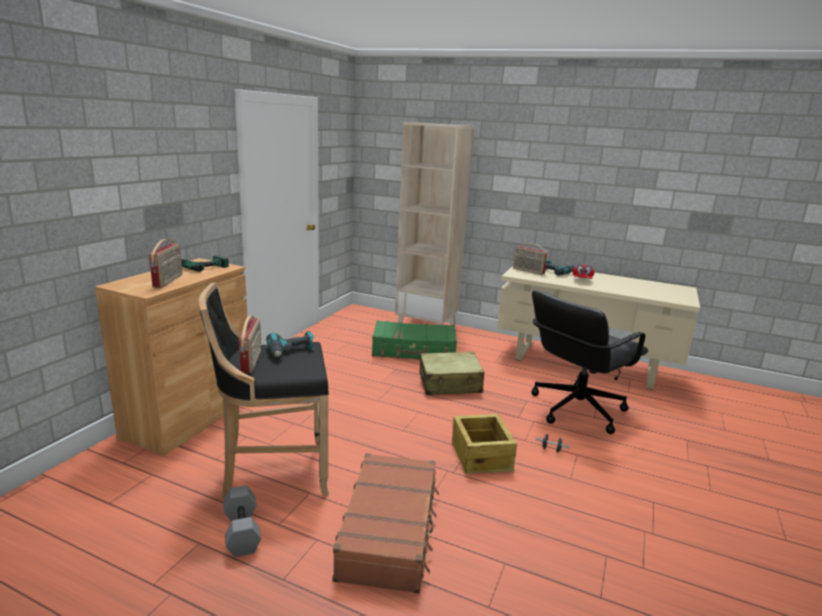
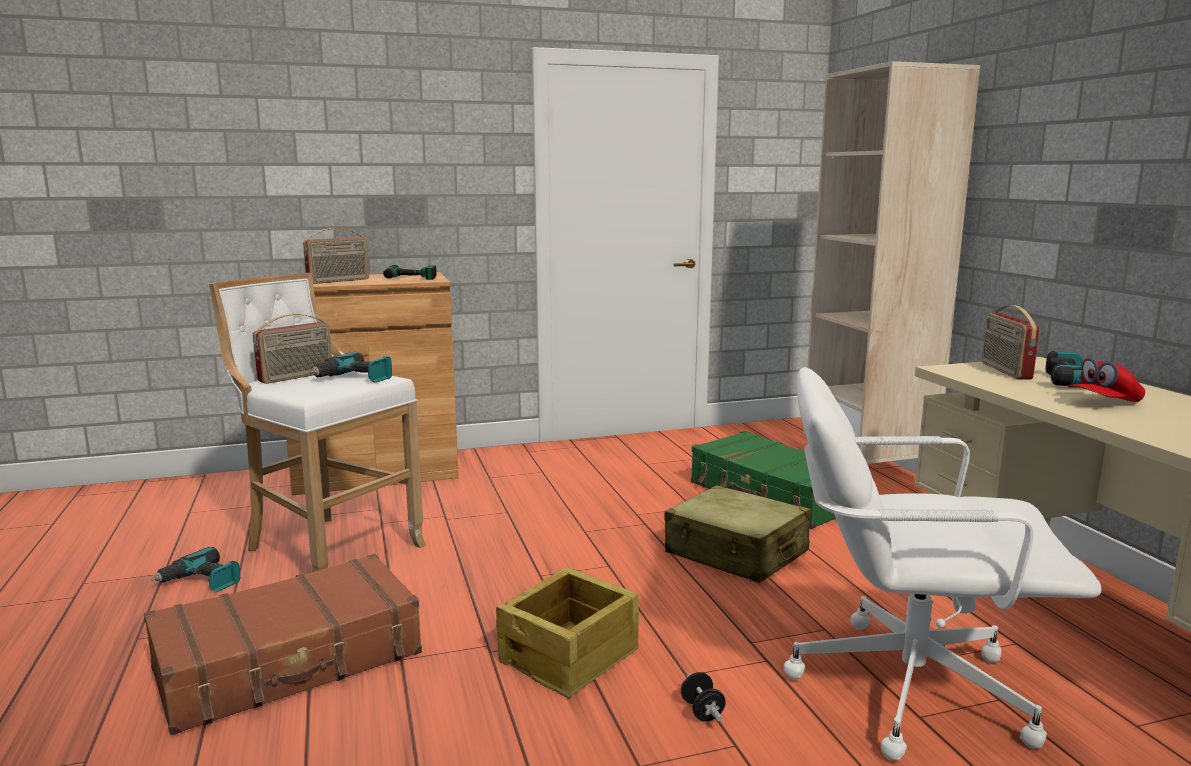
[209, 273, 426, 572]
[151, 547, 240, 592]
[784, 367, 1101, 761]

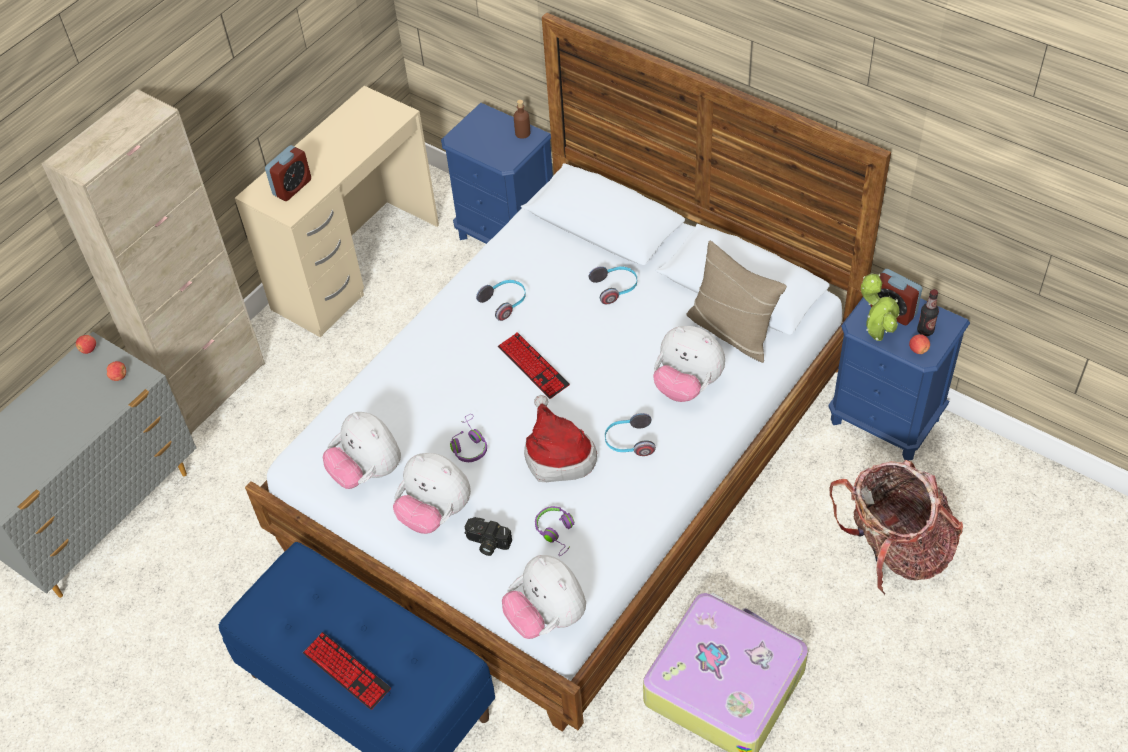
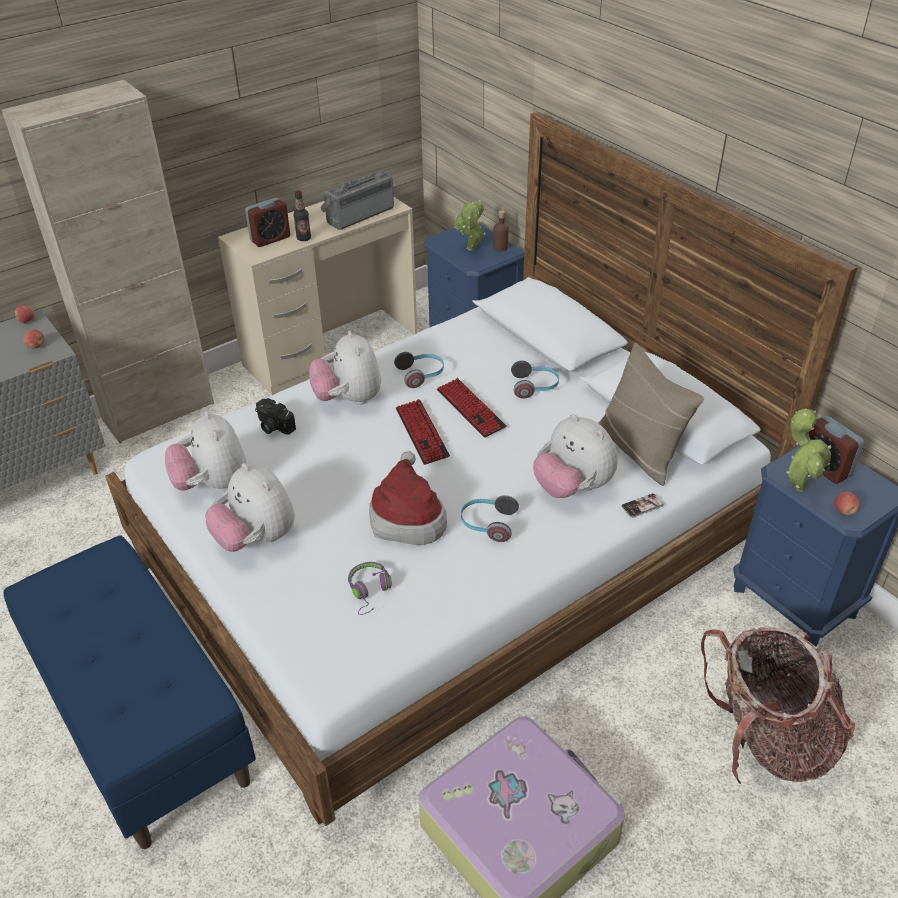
[437, 378, 506, 438]
[450, 414, 487, 462] (first image)
[255, 398, 296, 435]
[309, 331, 381, 405]
[294, 191, 311, 241]
[320, 170, 394, 230]
[454, 200, 485, 251]
[621, 493, 664, 518]

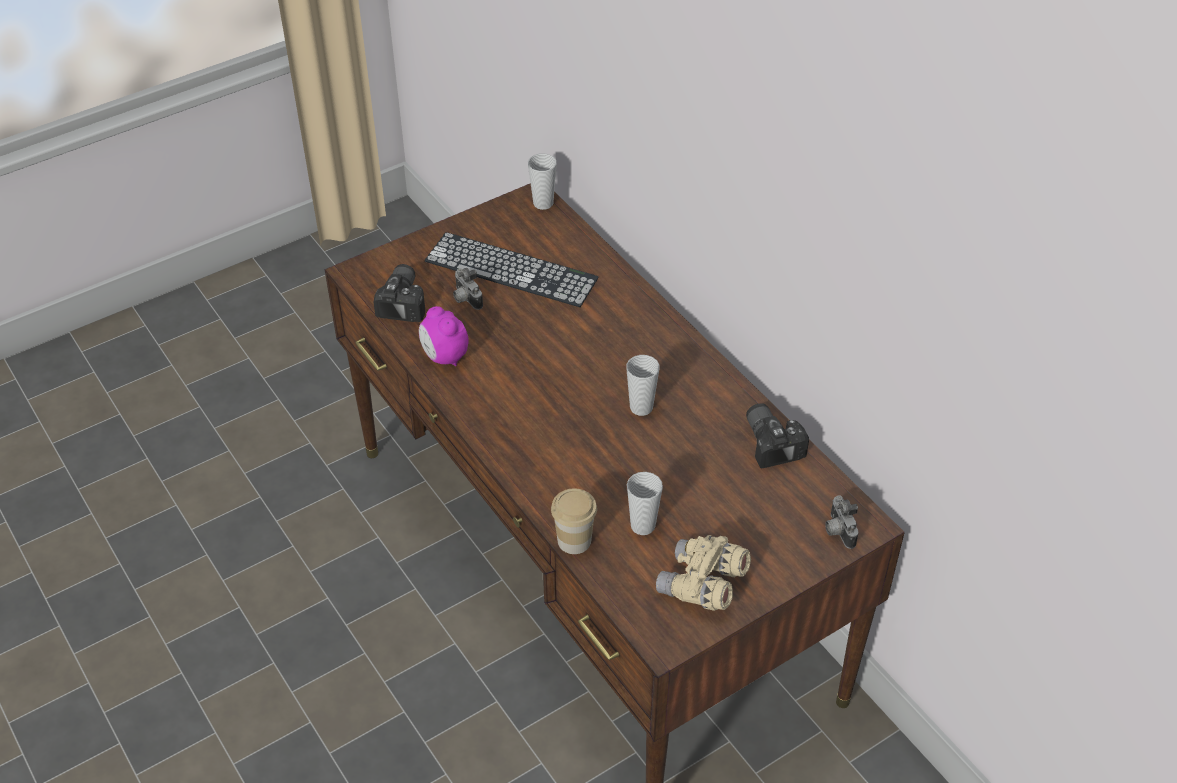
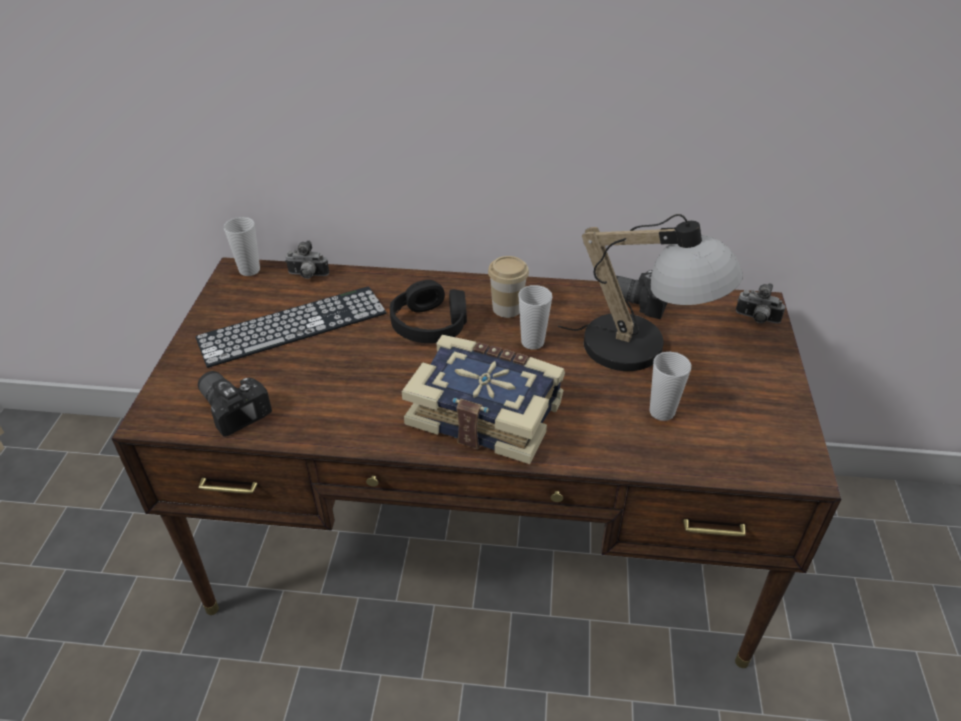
[419, 306, 469, 366] (first image)
[285, 240, 329, 279]
[488, 256, 529, 318]
[656, 535, 751, 611] (first image)
[390, 280, 467, 343]
[402, 335, 565, 464]
[558, 214, 743, 371]

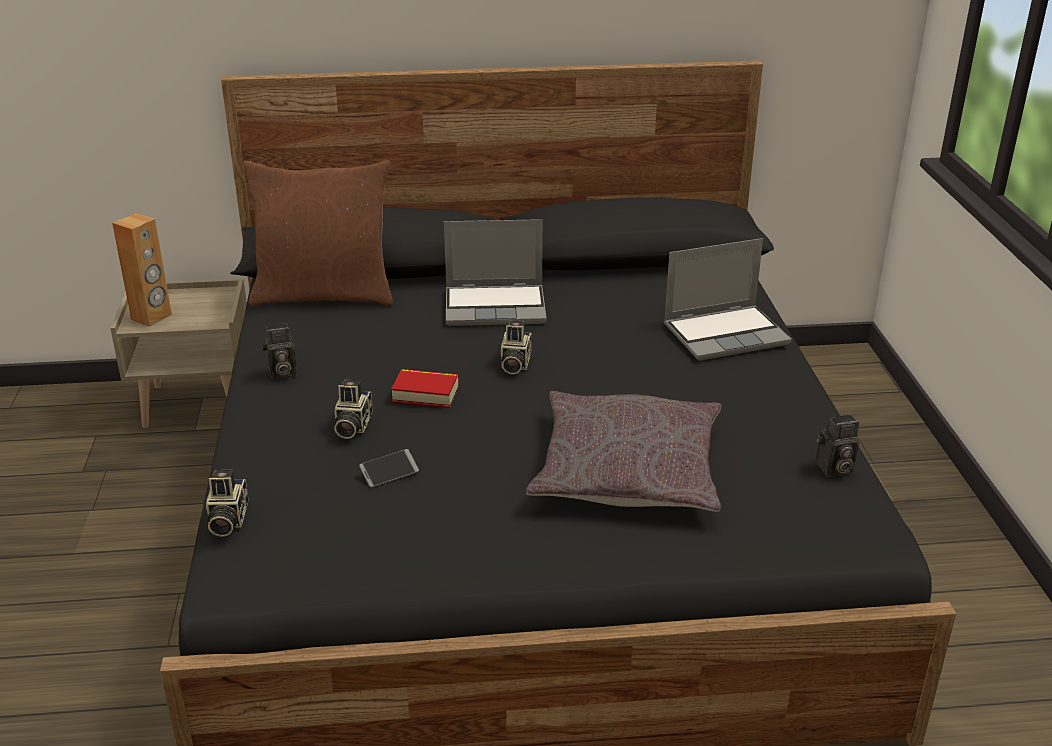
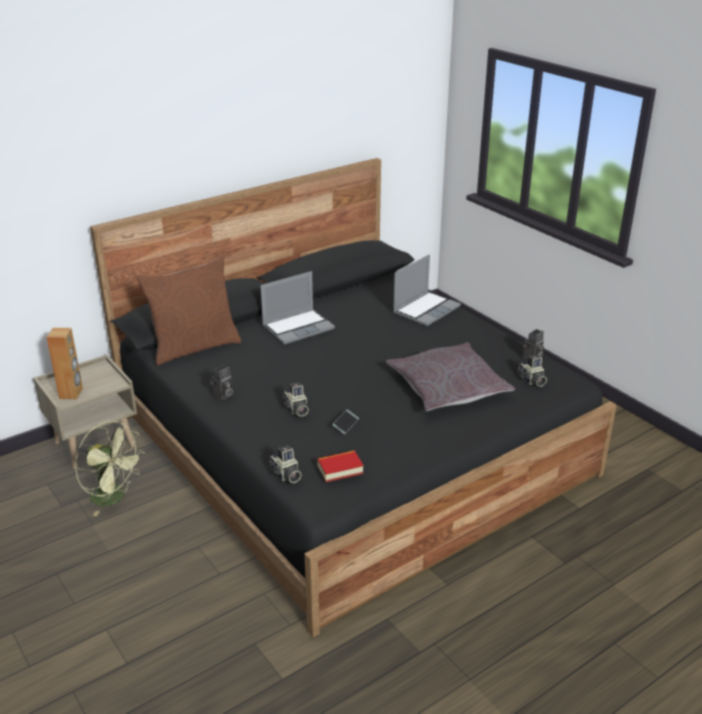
[317, 450, 363, 482]
[518, 355, 547, 387]
[75, 421, 144, 516]

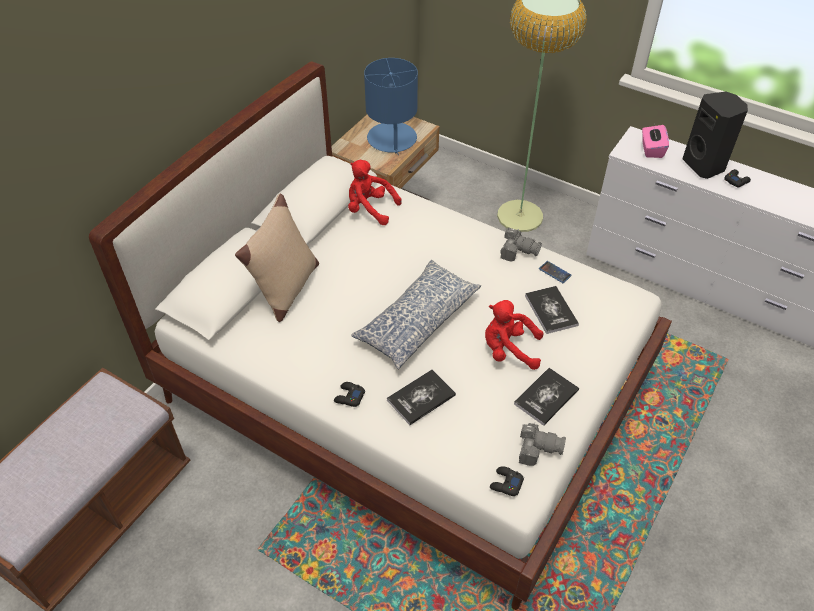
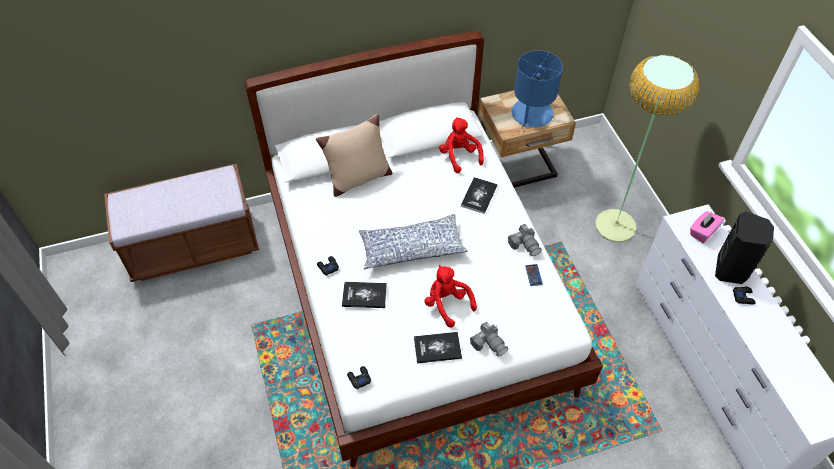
[470, 322, 508, 356]
[461, 177, 497, 214]

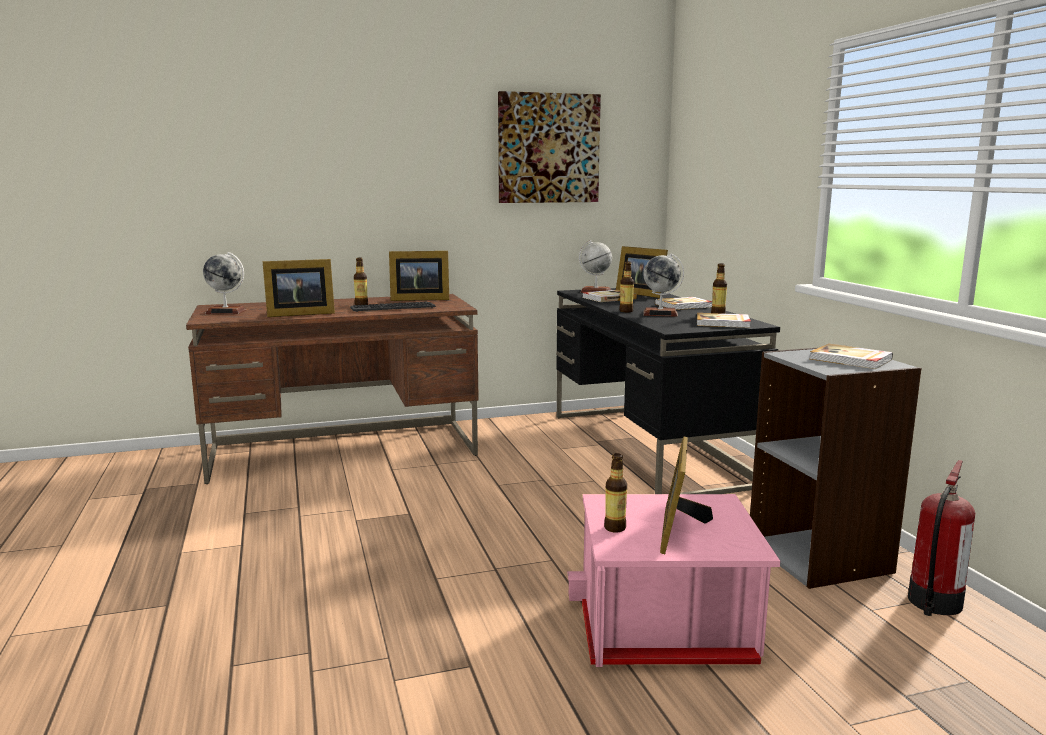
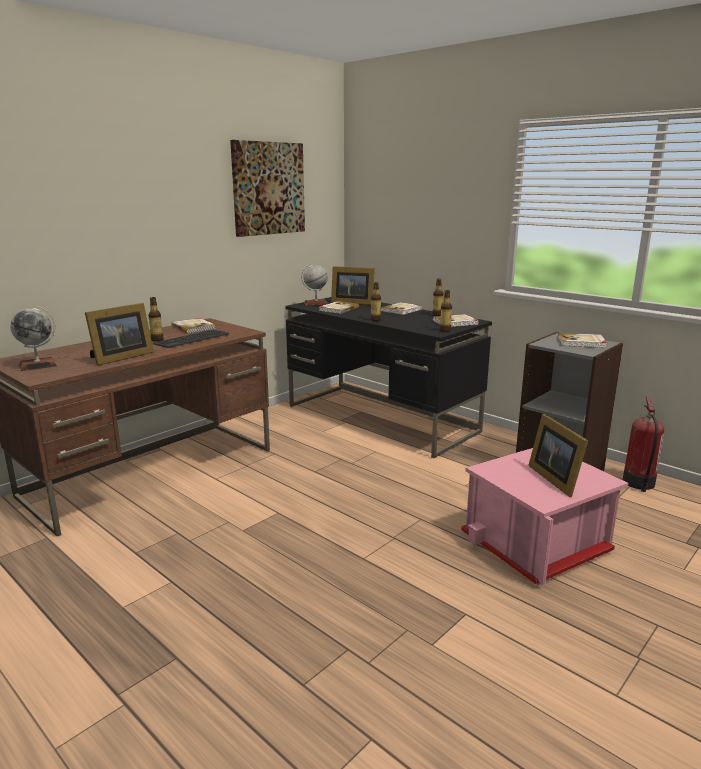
[171, 318, 215, 334]
[440, 290, 452, 332]
[643, 253, 684, 317] (first image)

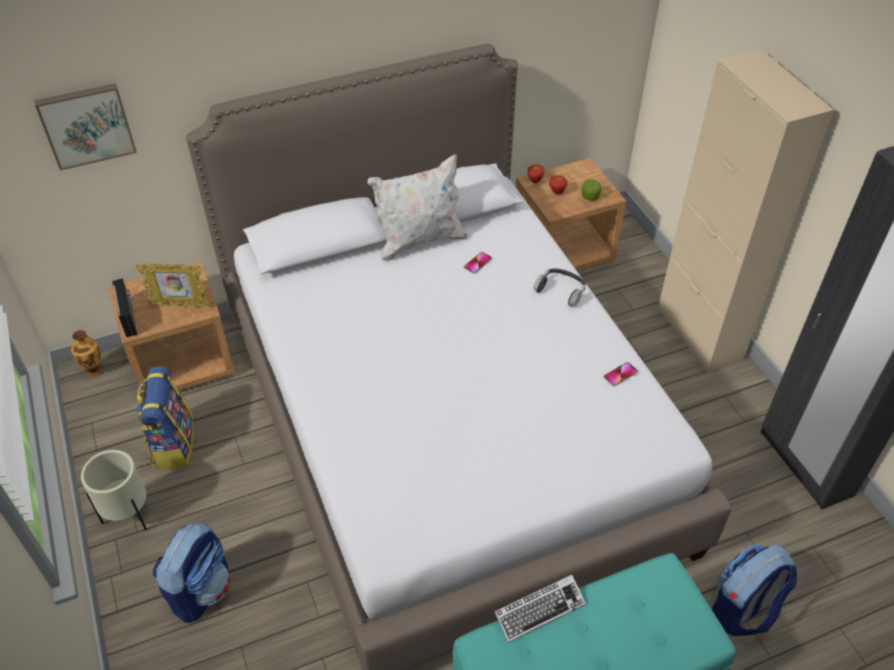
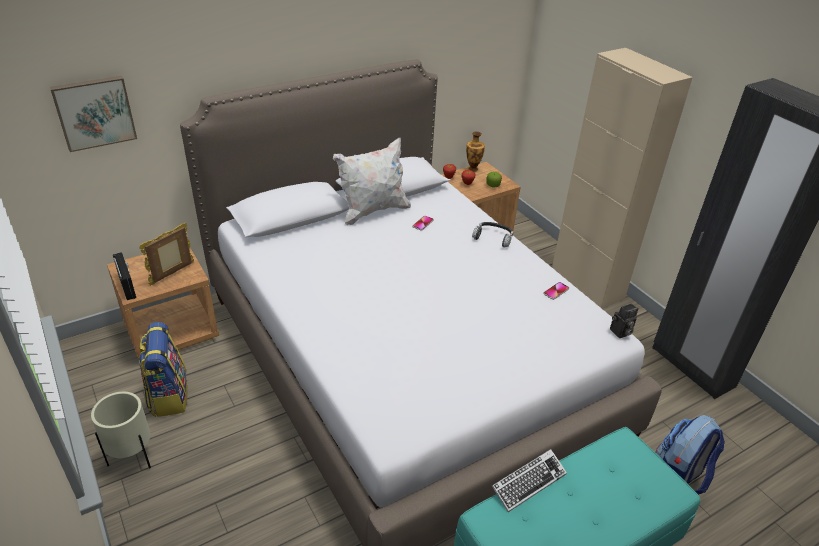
[466, 131, 485, 172]
[139, 223, 194, 286]
[153, 523, 230, 623] (first image)
[610, 303, 638, 338]

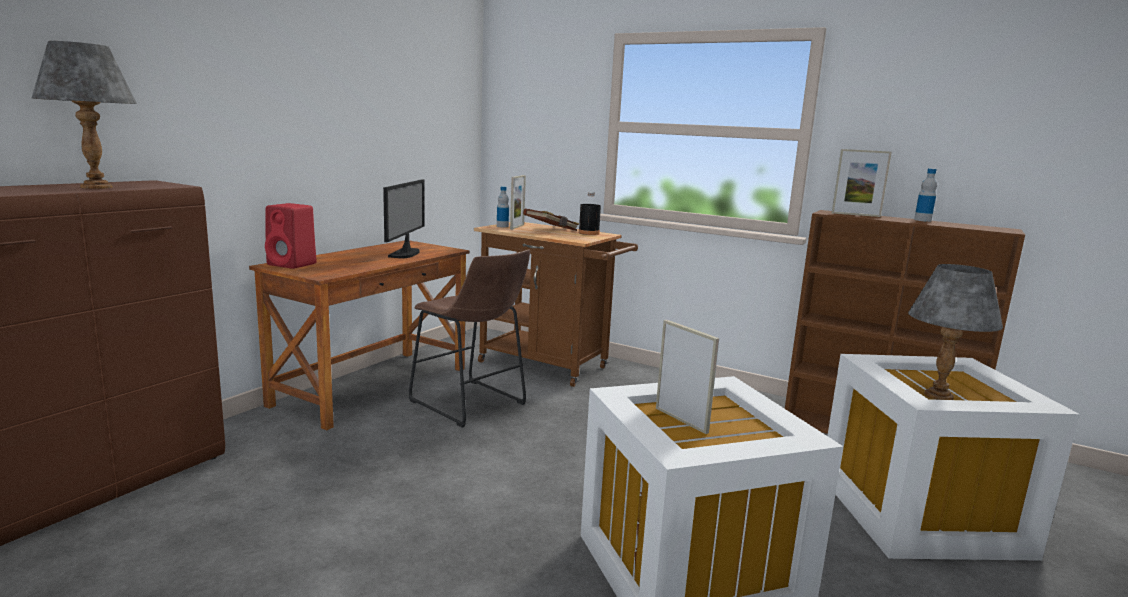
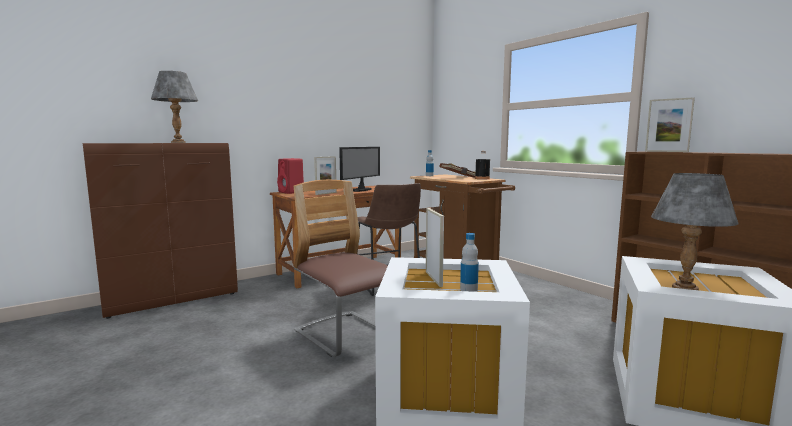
[314, 156, 337, 195]
[460, 233, 479, 292]
[293, 180, 388, 357]

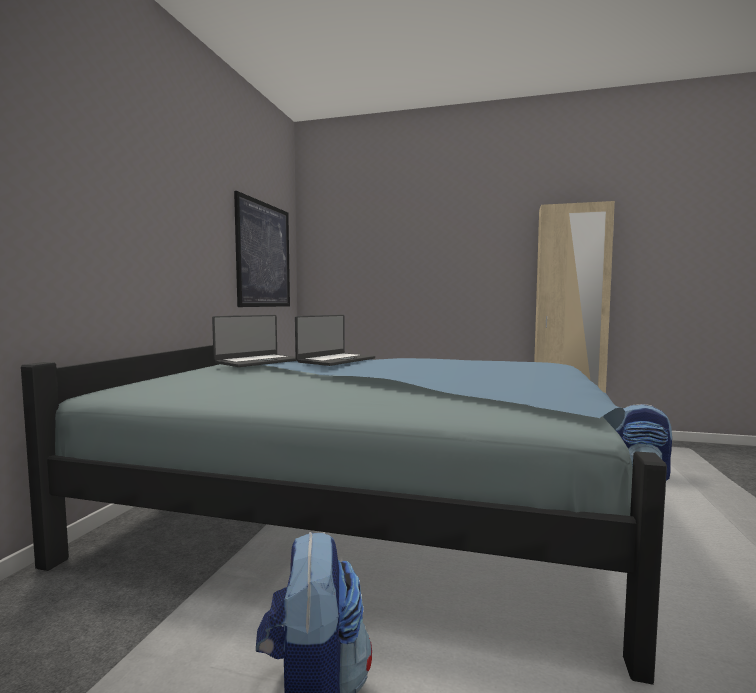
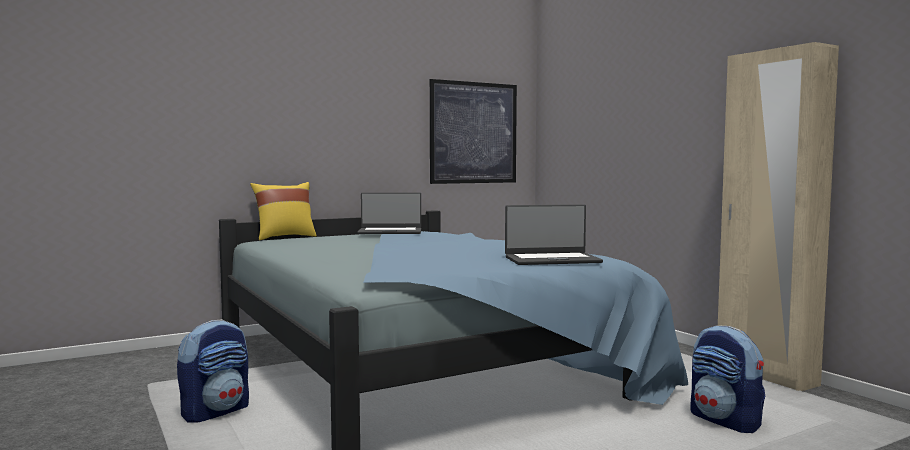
[505, 204, 603, 265]
[250, 182, 316, 240]

